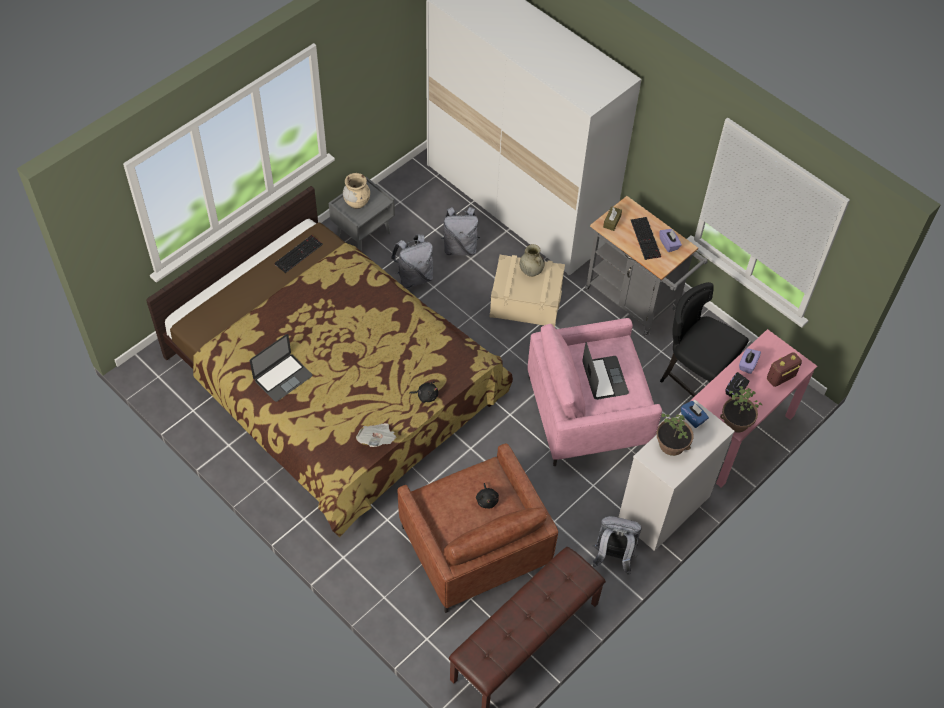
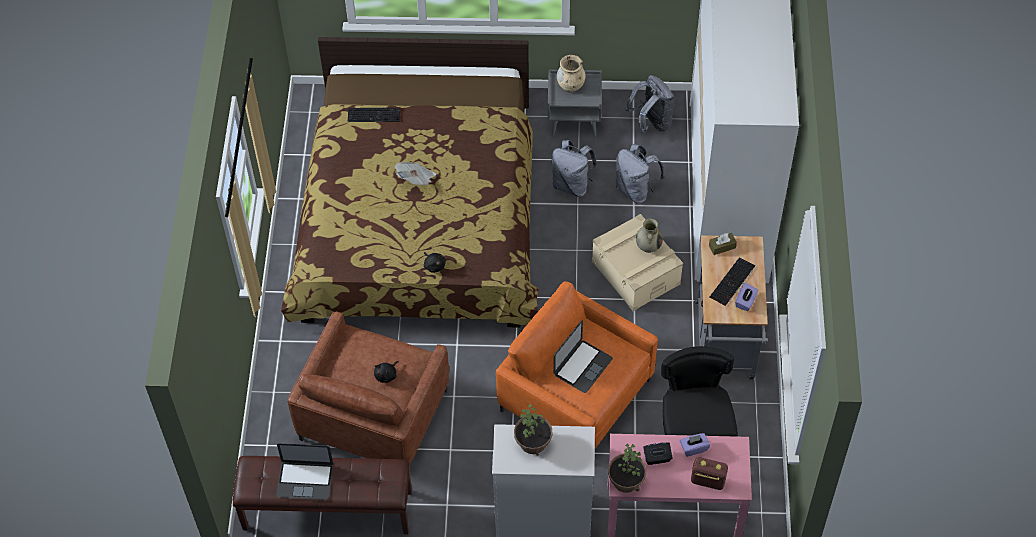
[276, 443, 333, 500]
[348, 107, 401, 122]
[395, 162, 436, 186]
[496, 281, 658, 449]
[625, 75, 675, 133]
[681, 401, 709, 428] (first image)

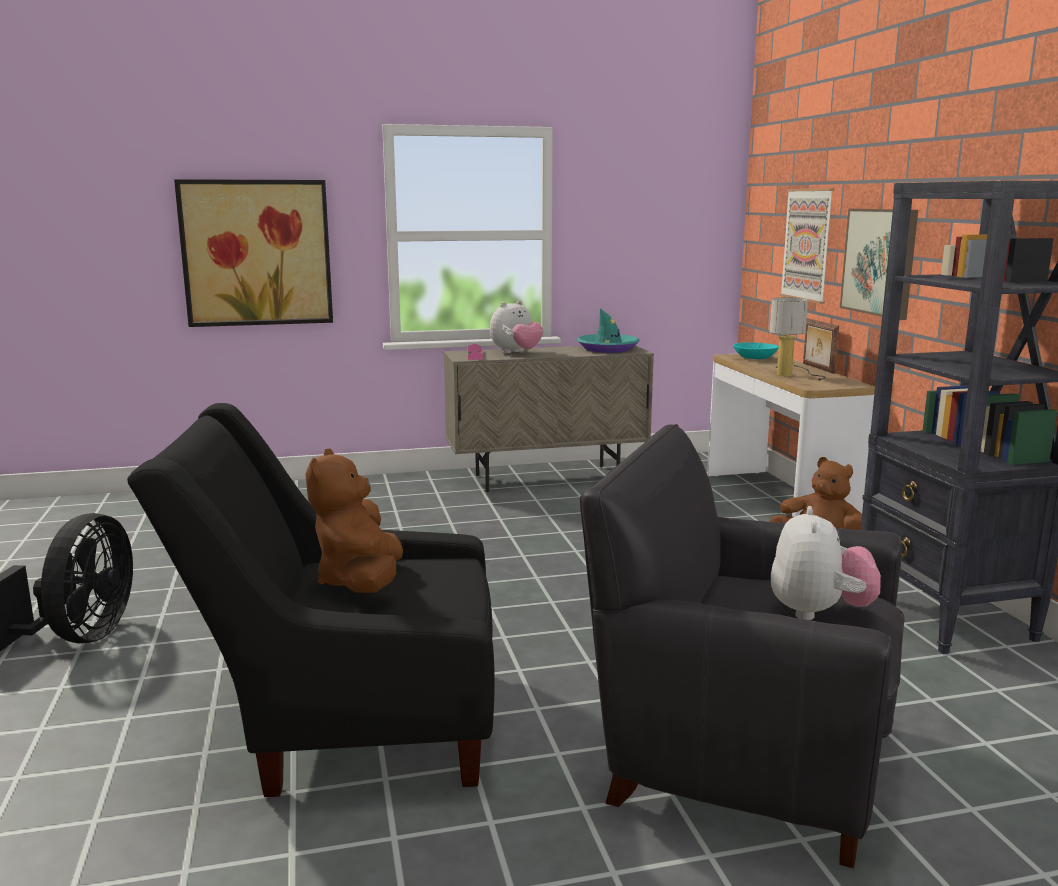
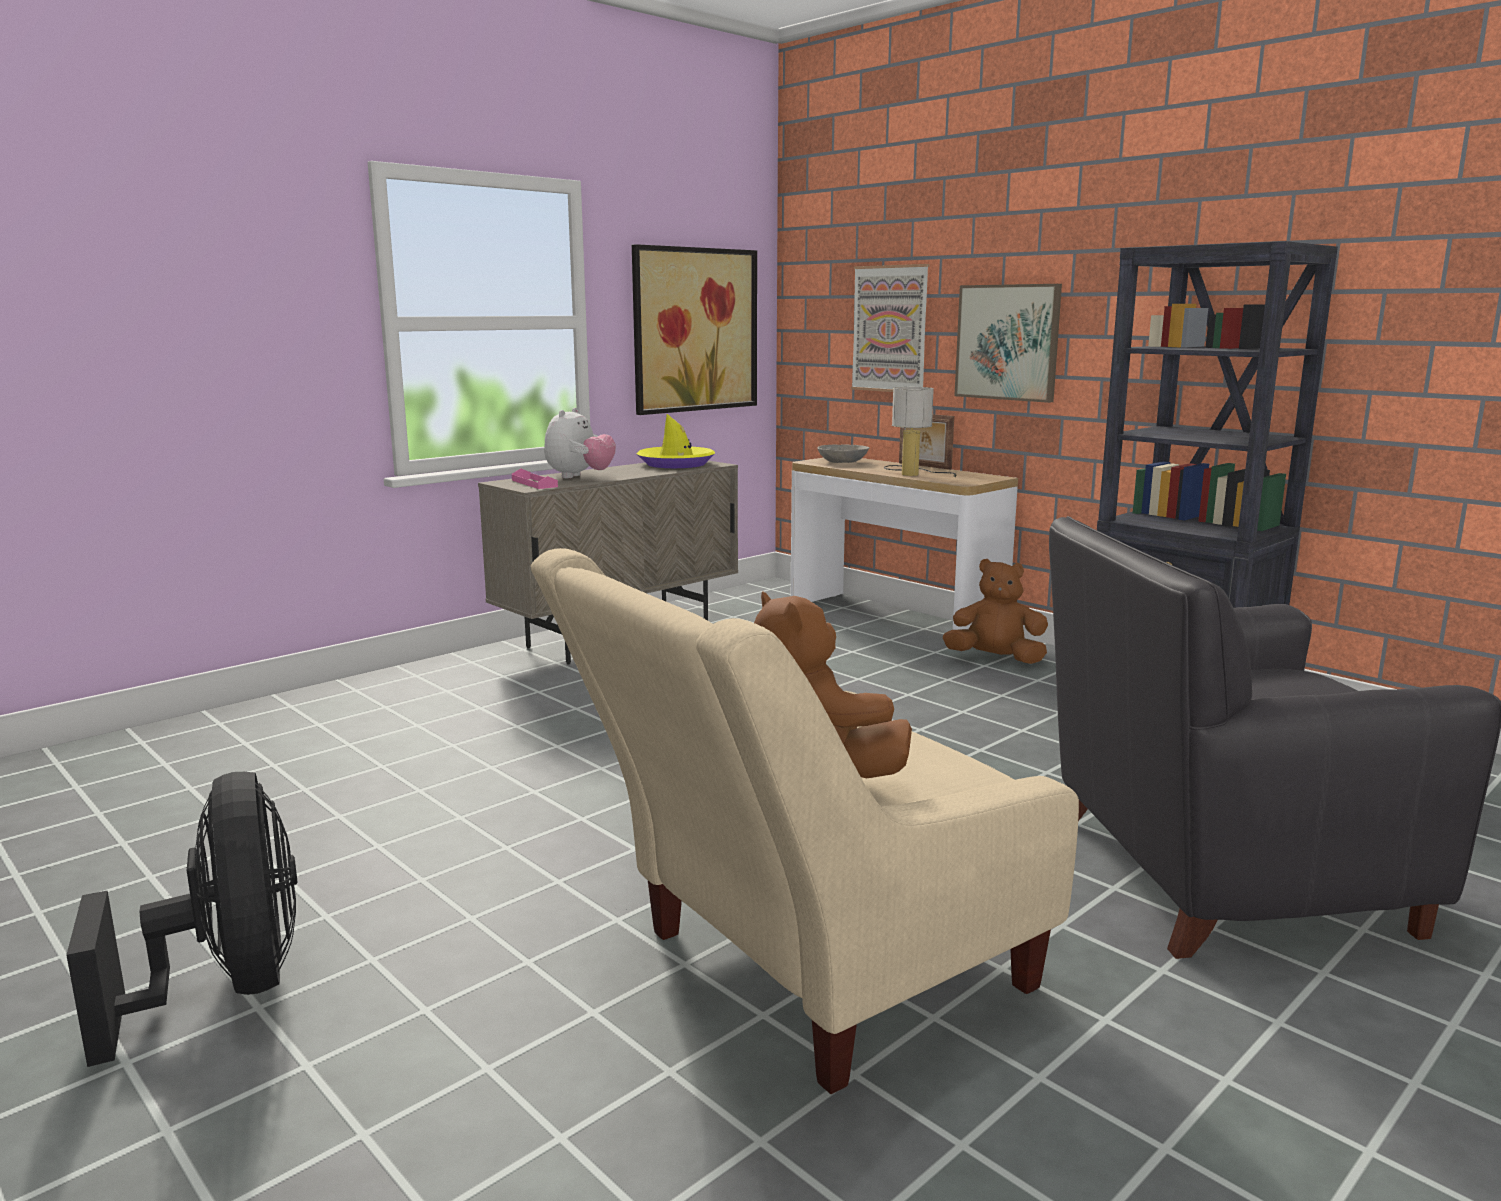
[531, 548, 1079, 1094]
[632, 244, 757, 415]
[637, 414, 715, 468]
[817, 445, 869, 463]
[771, 506, 881, 620] (first image)

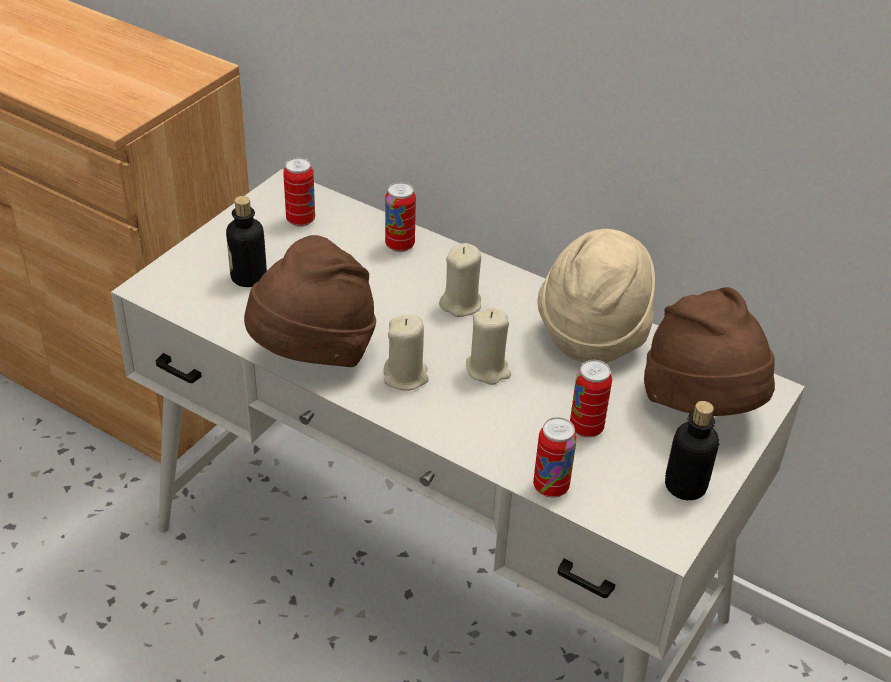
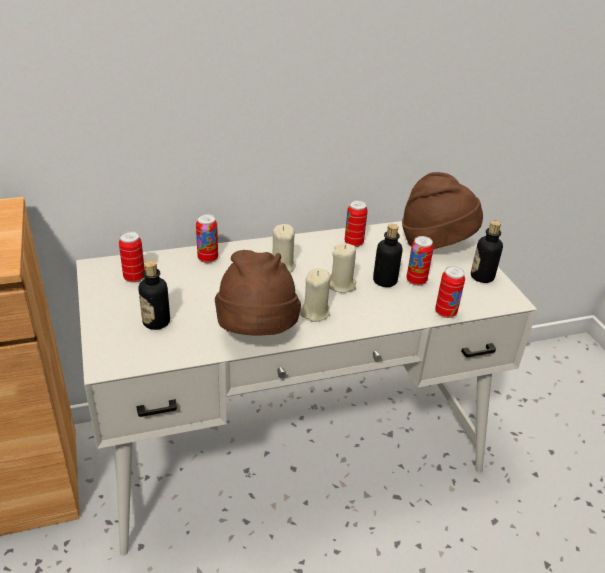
[345, 200, 368, 247]
[373, 224, 403, 287]

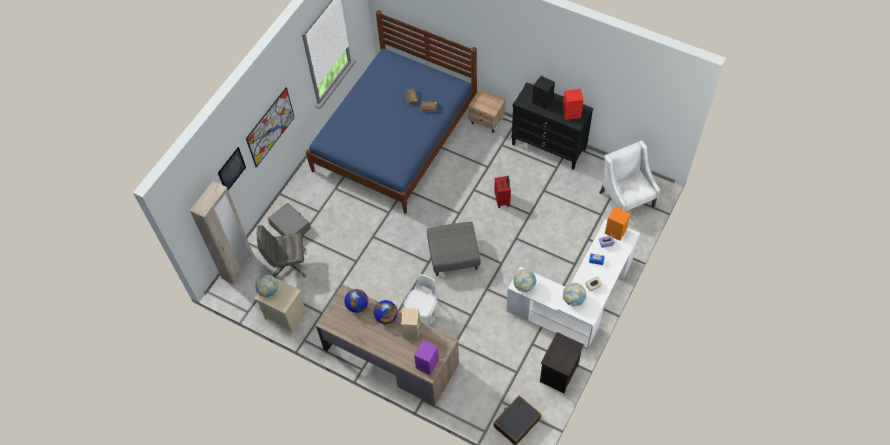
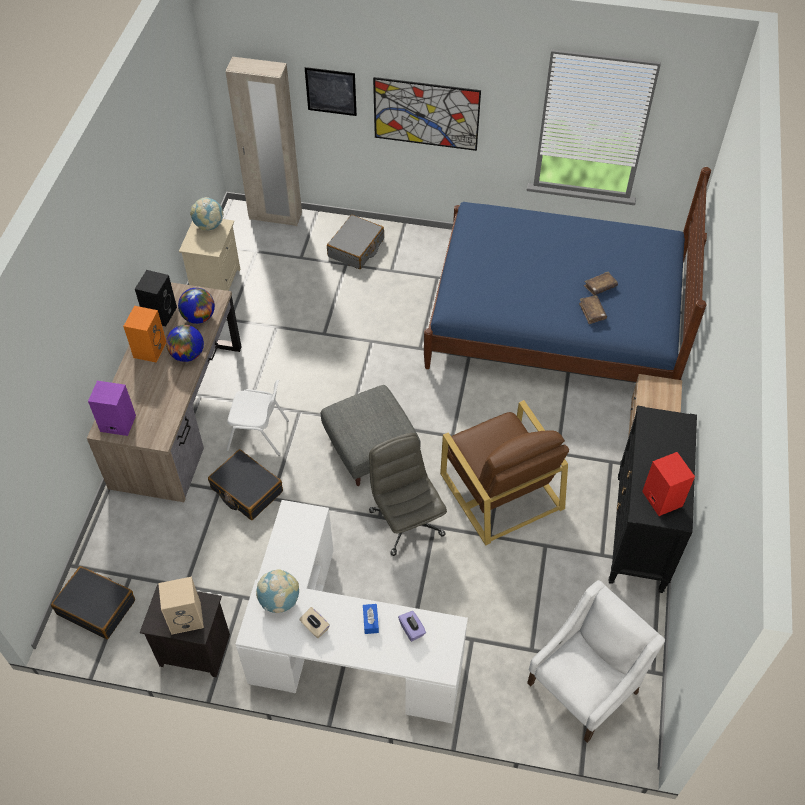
[369, 433, 447, 556]
[158, 577, 204, 635]
[440, 400, 569, 546]
[514, 269, 537, 292] (first image)
[135, 270, 177, 326]
[123, 306, 166, 362]
[208, 449, 283, 520]

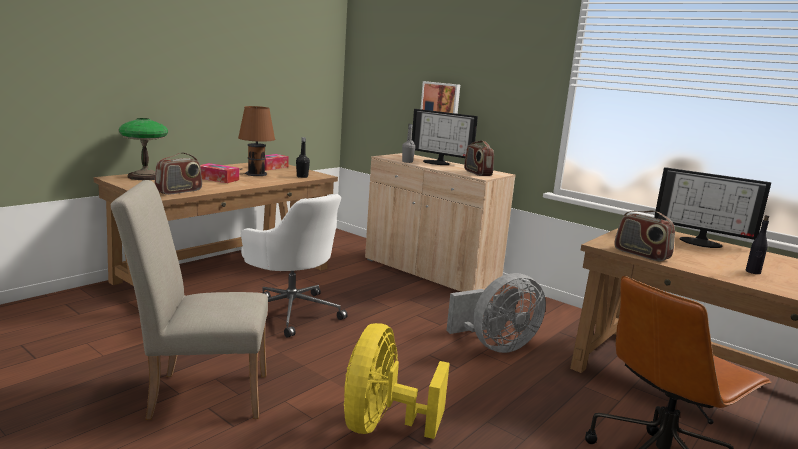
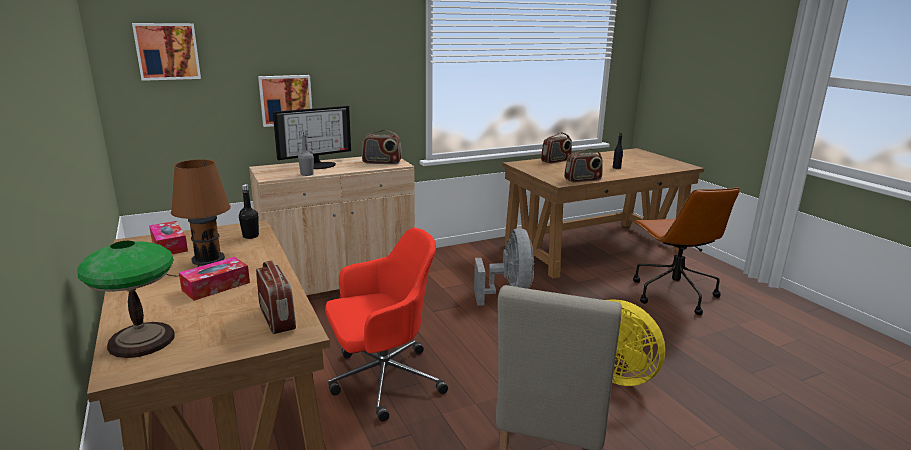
[325, 228, 448, 422]
[541, 132, 572, 163]
[132, 23, 201, 81]

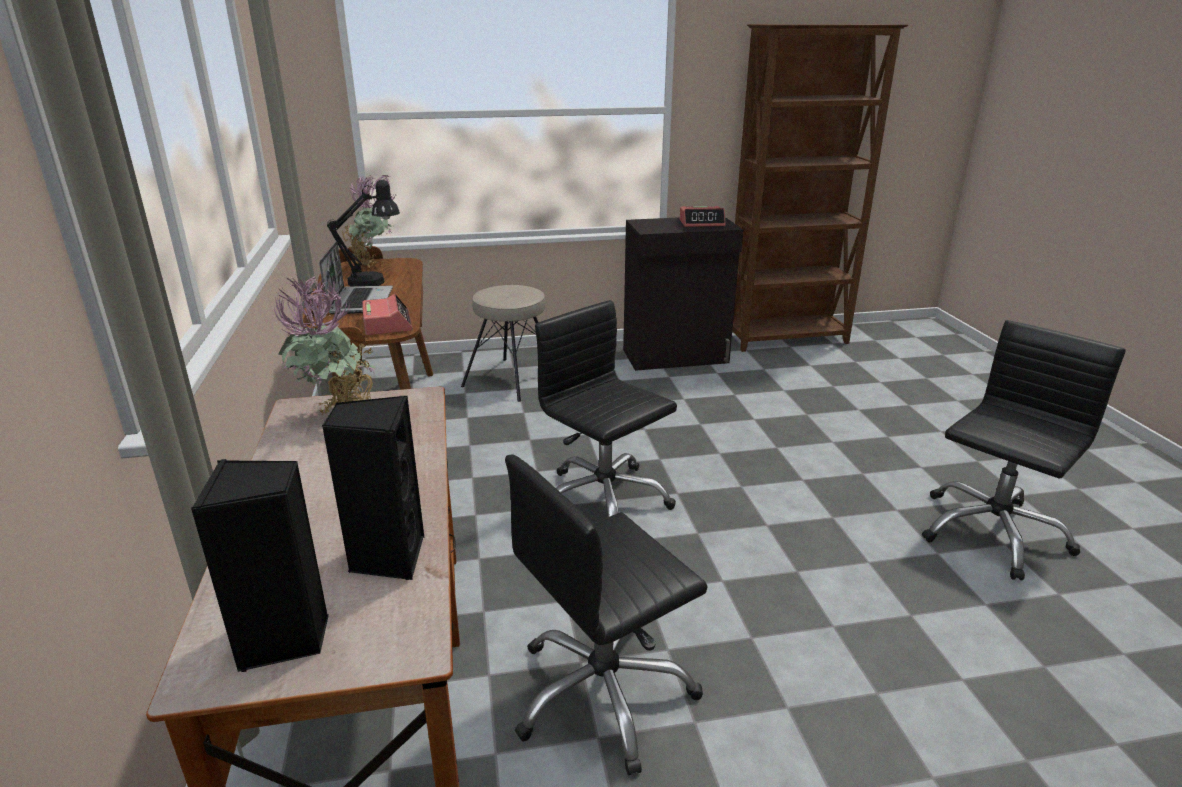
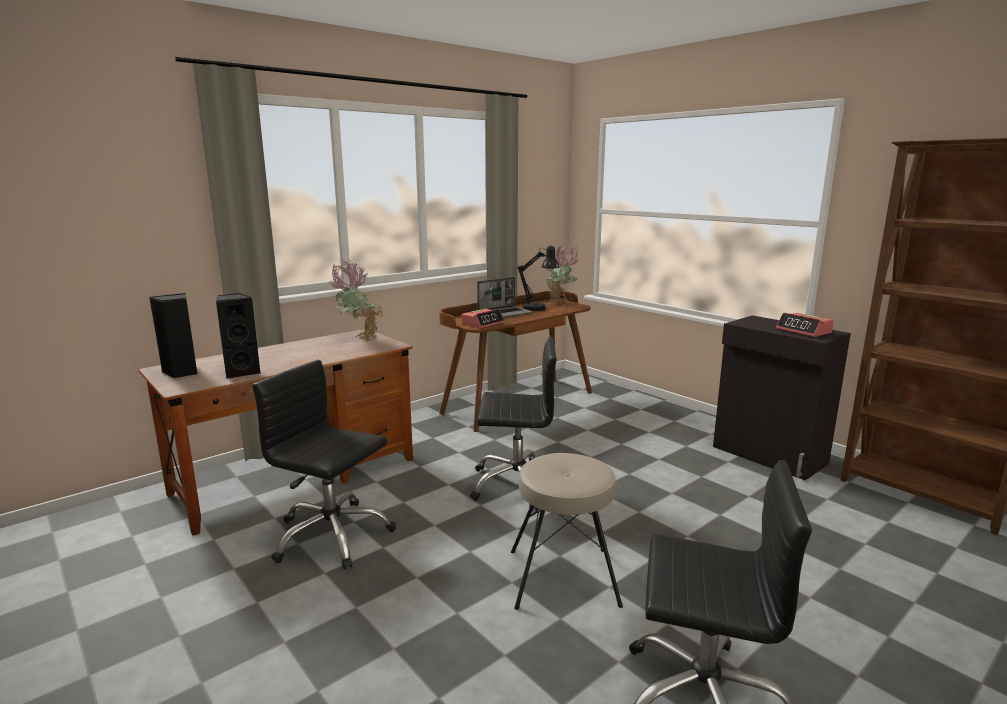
[511, 453, 623, 610]
[470, 337, 557, 511]

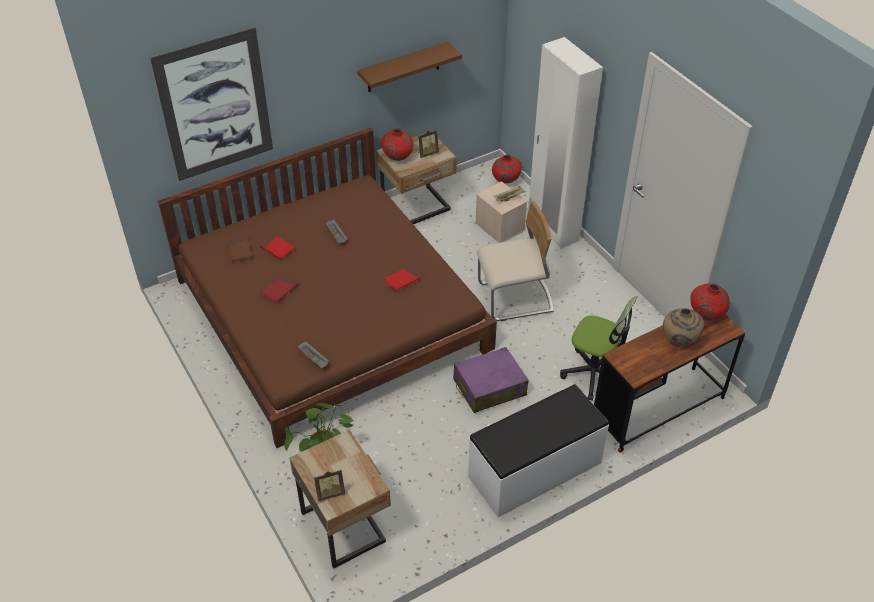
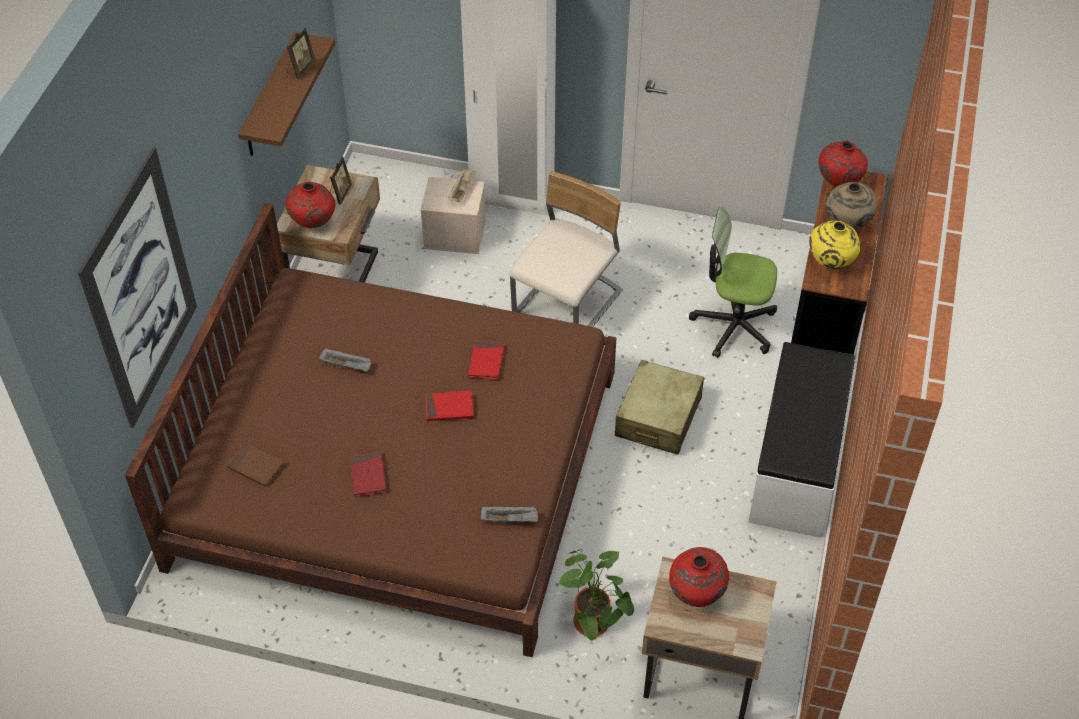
[426, 391, 474, 421]
[287, 27, 315, 79]
[615, 360, 704, 455]
[669, 547, 729, 607]
[689, 206, 777, 358]
[809, 221, 860, 269]

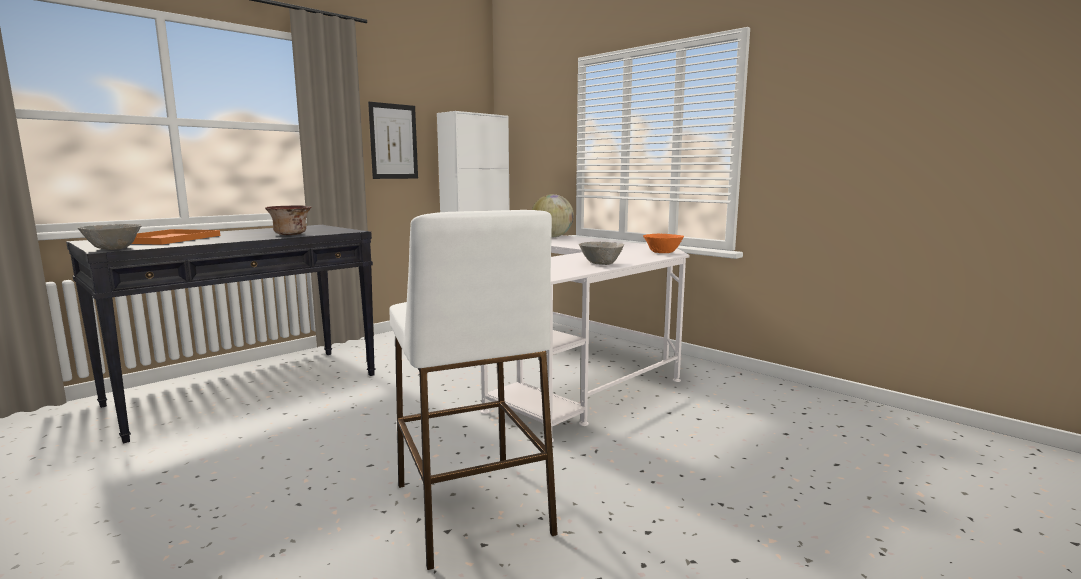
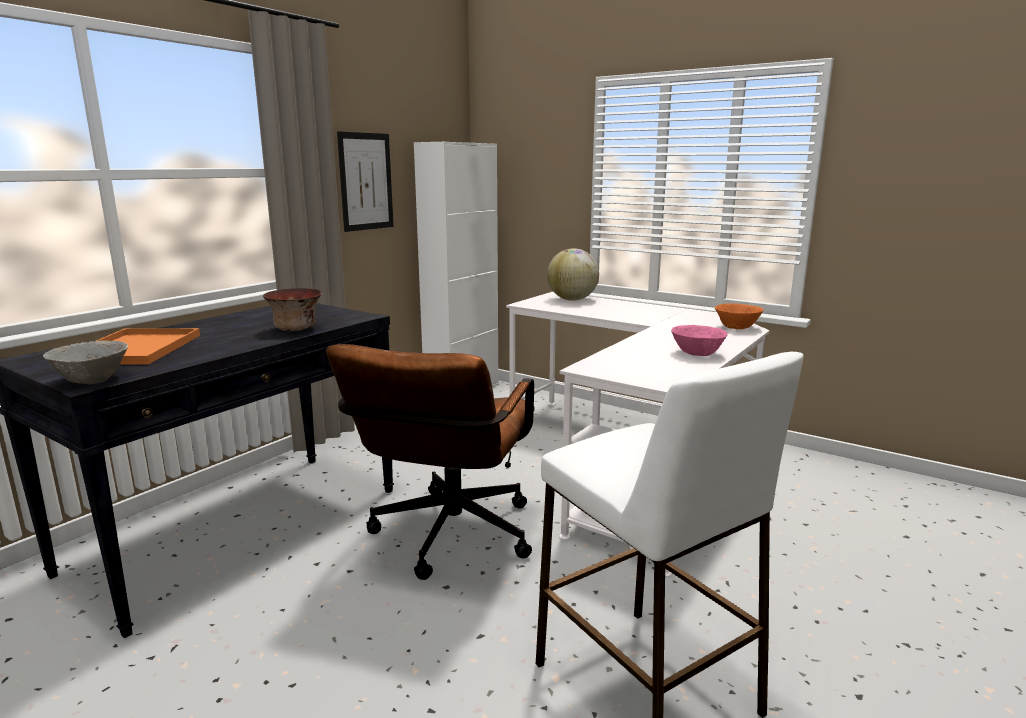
[671, 325, 727, 356]
[326, 344, 534, 580]

